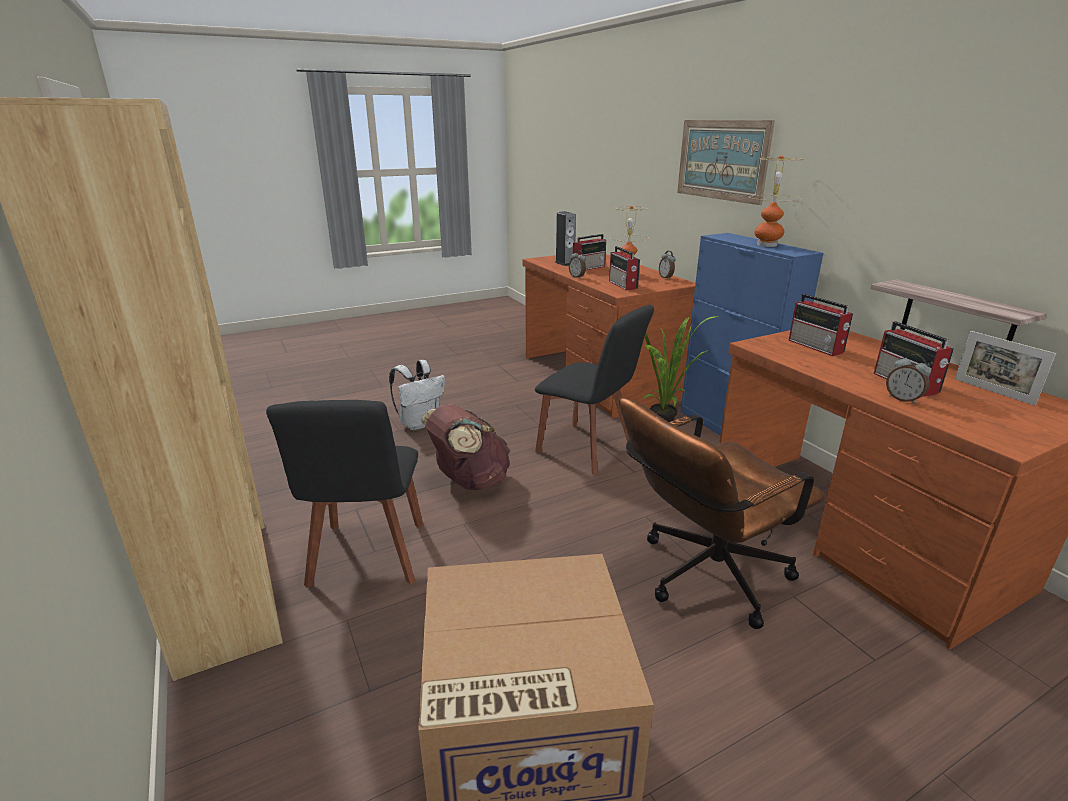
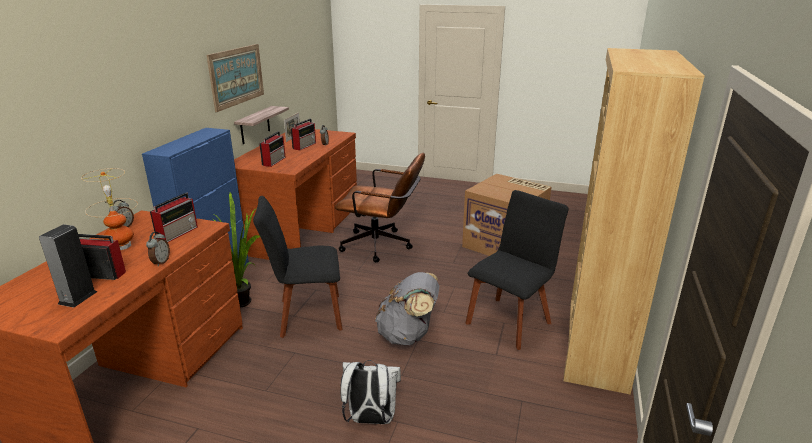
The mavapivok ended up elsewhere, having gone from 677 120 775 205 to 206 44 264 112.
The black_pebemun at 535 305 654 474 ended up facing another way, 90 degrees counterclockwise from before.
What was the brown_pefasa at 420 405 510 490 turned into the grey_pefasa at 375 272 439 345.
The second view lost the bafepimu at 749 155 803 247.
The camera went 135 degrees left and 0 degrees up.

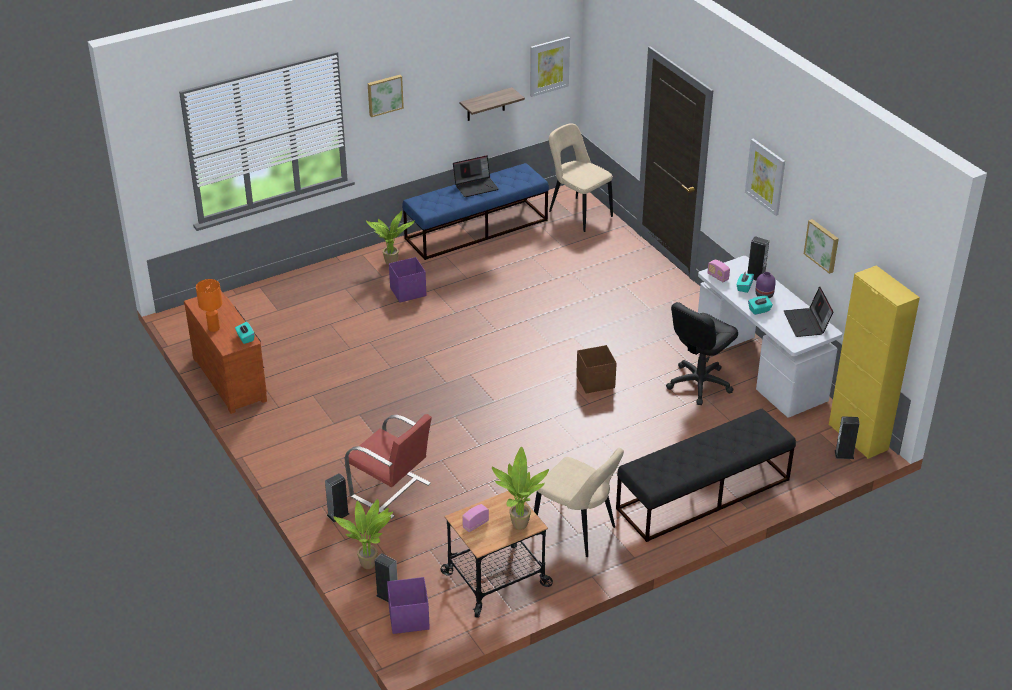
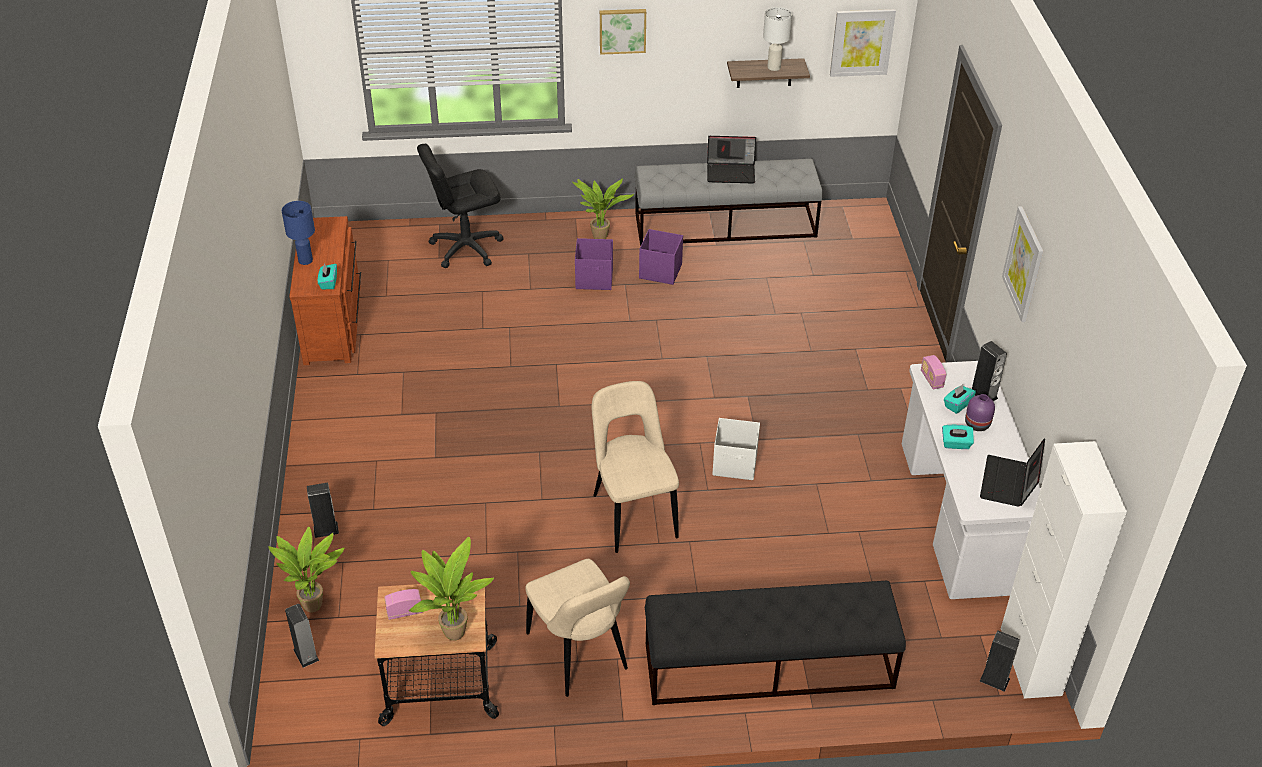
What was the orange_bafepimu at 196 279 222 332 turned into the blue_bafepimu at 282 201 315 265.
The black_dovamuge ended up elsewhere, having gone from 666 302 738 405 to 417 144 504 268.
The beige_pebemun ended up elsewhere, having gone from 549 123 613 232 to 592 381 679 553.
What was the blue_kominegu at 402 163 549 260 turned into the grey_kominegu at 634 159 823 246.
The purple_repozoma ended up elsewhere, having gone from 387 577 430 634 to 639 229 683 285.
What was the brown_repozoma at 576 345 617 393 turned into the white_repozoma at 712 418 760 480.
The second view gained the white_bafepimu at 763 7 792 71.
What was the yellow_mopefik at 829 265 920 459 turned into the white_mopefik at 1001 441 1127 699.
The second view lost the red_pebemun at 345 414 432 519.
The second view lost the mavapivok at 804 219 839 274.
The camera went 25 degrees right and 5 degrees up.

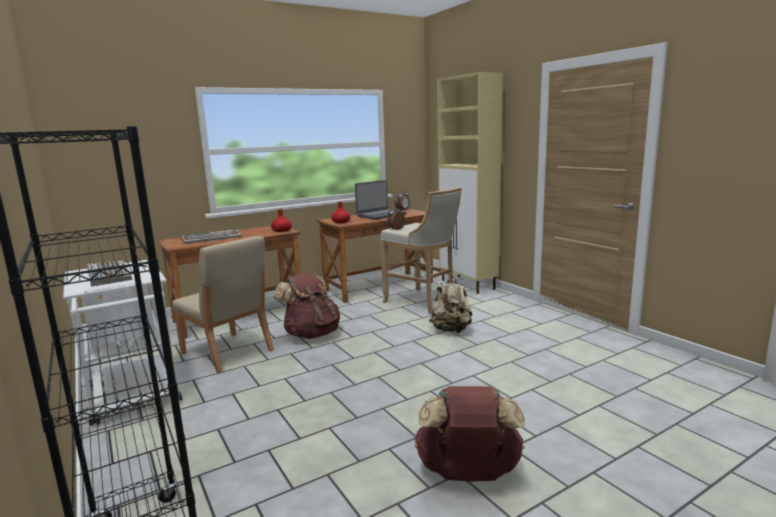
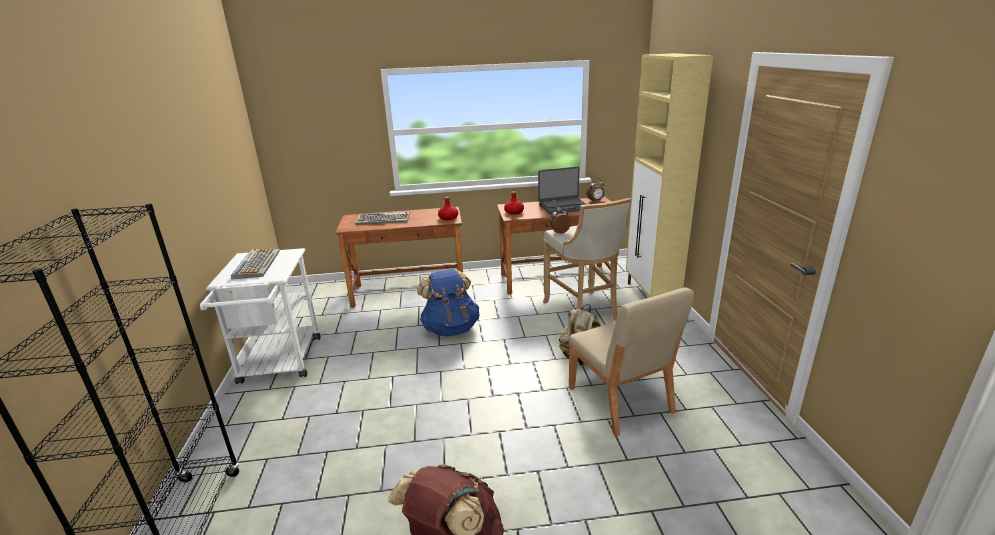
What was the brown_pefasa at 274 272 340 339 turned into the blue_pefasa at 417 269 479 337.
The beige_pebemun ended up elsewhere, having gone from 172 236 274 373 to 569 287 694 436.
The camera went 25 degrees right and 10 degrees up.

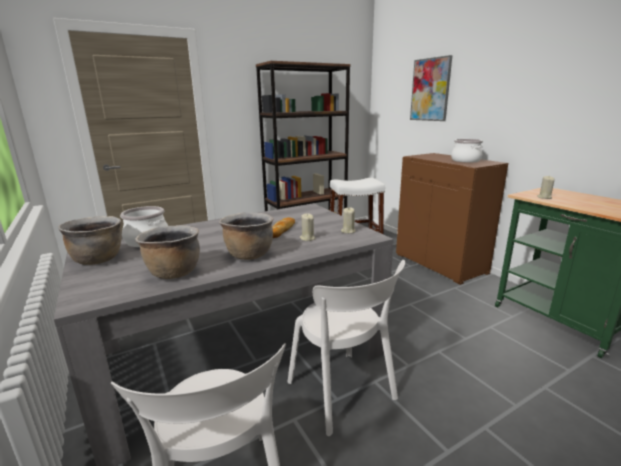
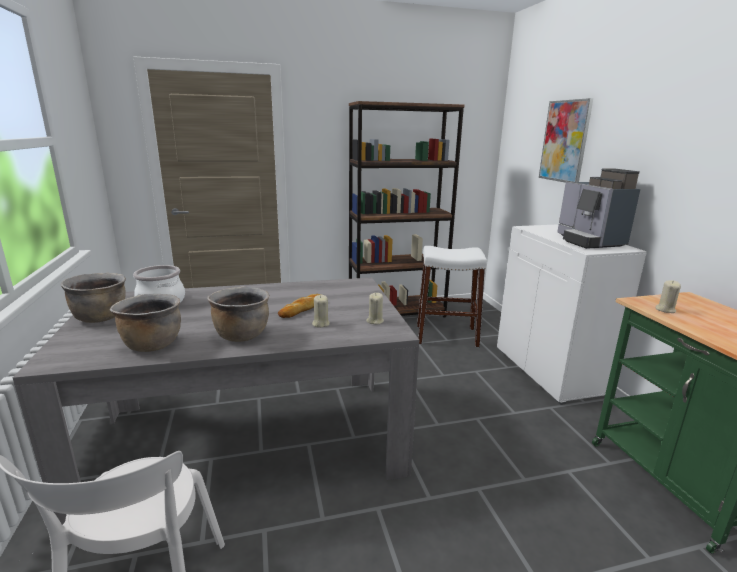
What was the brown_mopefik at 396 153 508 285 turned into the white_mopefik at 497 224 647 405.
Where the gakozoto stood at 451 139 483 163, the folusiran came to stand at 557 168 640 249.
The second view lost the white_pebemun at 287 260 405 436.
The camera went 15 degrees right and 0 degrees up.

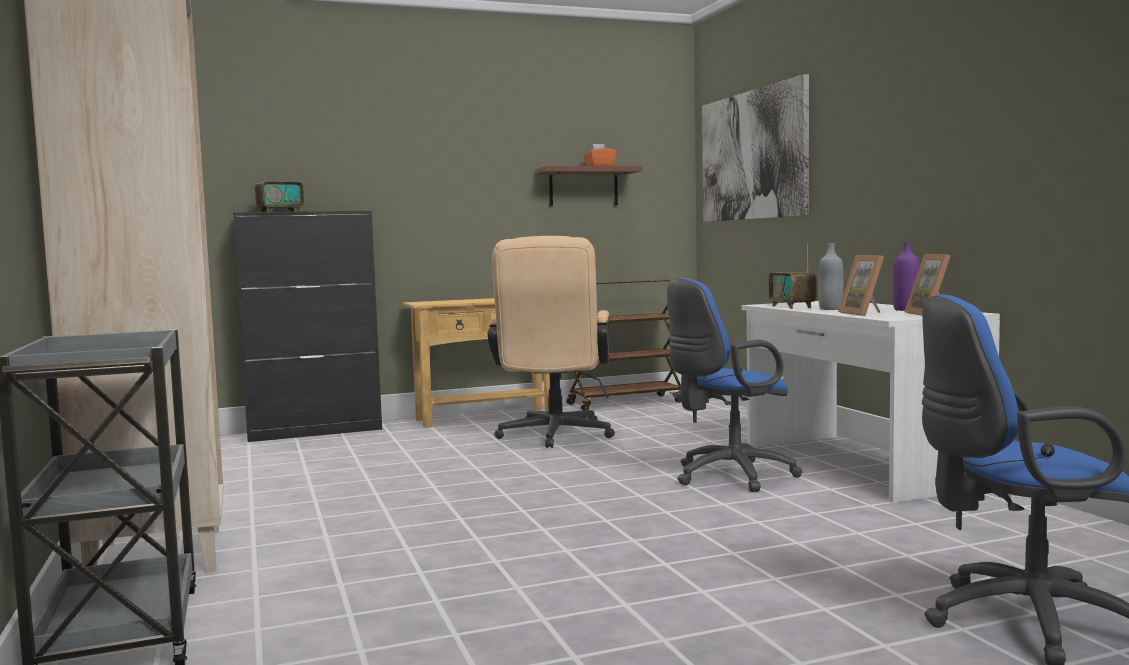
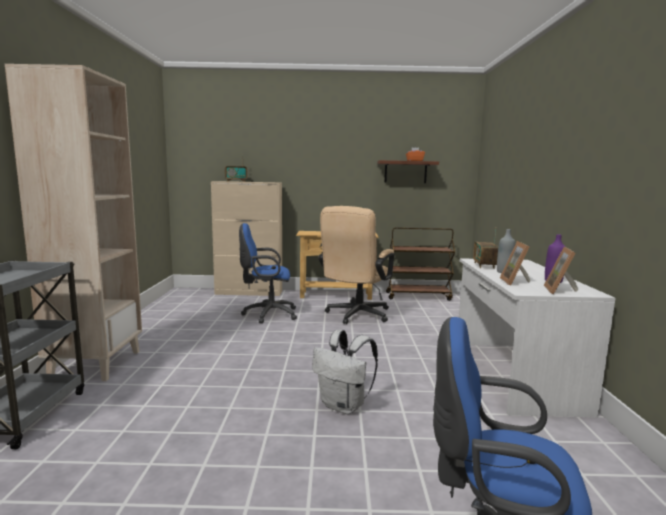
What was the black_mopefik at 233 211 382 442 turned into the beige_mopefik at 211 181 282 296.
The blue_dovamuge ended up elsewhere, having gone from 667 278 802 492 to 239 223 297 324.
The second view gained the white_pefasa at 312 330 378 414.
The second view lost the mavapivok at 702 74 809 222.
The camera went 20 degrees right and 5 degrees up.

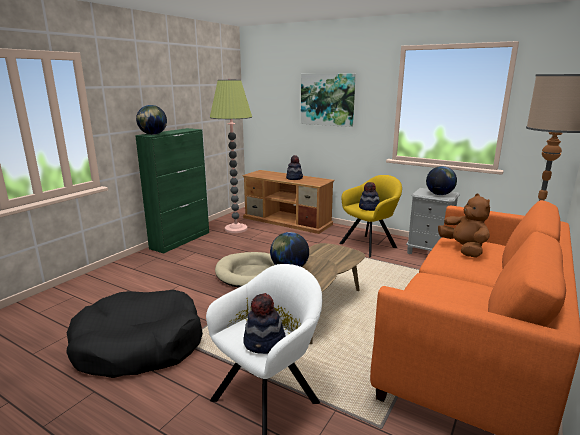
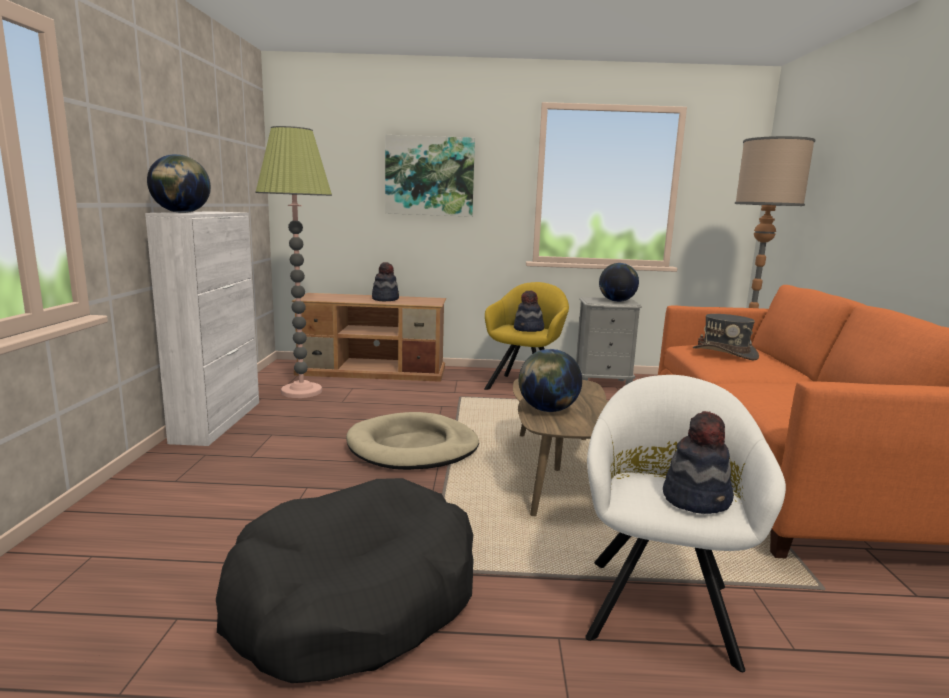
What was the green_mopefik at 135 128 209 254 turned into the white_mopefik at 145 211 259 446.
Where the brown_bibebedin stood at 438 194 490 258, the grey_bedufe came to stand at 693 314 759 360.
The camera went 30 degrees left and 5 degrees down.

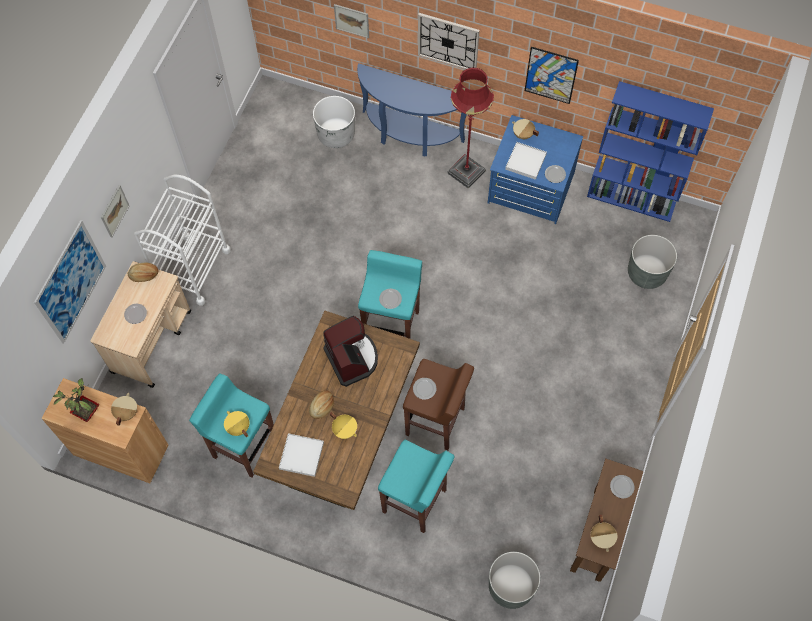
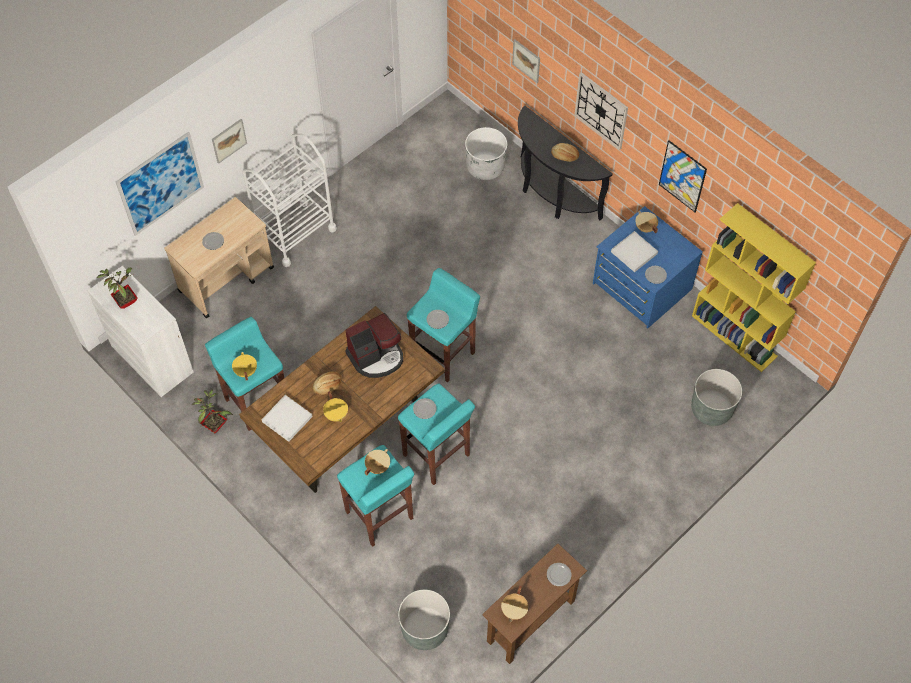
What was the brown_mopefik at 41 378 169 483 turned into the white_mopefik at 88 266 194 397.
The second view gained the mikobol at 192 390 233 433.
The folusiran at 323 316 378 387 ended up facing another way, 60 degrees clockwise from before.
The beige_gakozoto ended up elsewhere, having gone from 111 393 137 426 to 365 449 390 475.
What was the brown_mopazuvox at 403 359 474 451 turned into the turquoise_mopazuvox at 398 384 475 485.
What was the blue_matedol at 357 63 467 156 turned into the black_matedol at 518 106 613 220.
The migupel ended up elsewhere, having gone from 128 263 159 282 to 551 143 579 162.
What was the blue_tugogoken at 587 81 714 222 turned into the yellow_tugogoken at 692 203 816 372.
The second view lost the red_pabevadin at 447 67 494 189.
The camera went 25 degrees right and 5 degrees down.

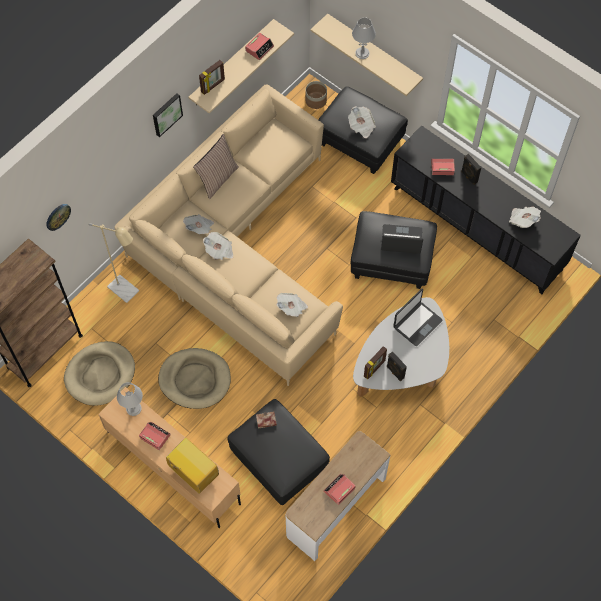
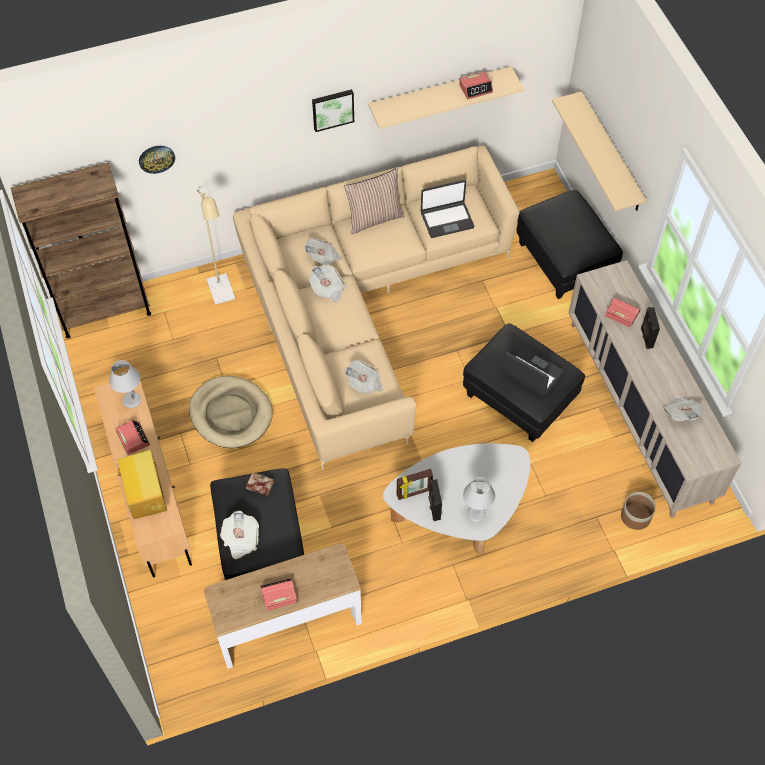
The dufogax ended up elsewhere, having gone from 348 106 376 138 to 220 511 259 559.
The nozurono ended up elsewhere, having gone from 393 289 442 346 to 421 180 474 238.
The grey_bafepimu ended up elsewhere, having gone from 352 17 376 59 to 463 477 495 523.
What was the black_mopefik at 391 126 581 294 turned into the beige_mopefik at 568 260 741 518.
The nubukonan ended up elsewhere, having gone from 305 81 327 109 to 621 492 656 530.
The second view lost the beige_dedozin at 64 341 135 406.
The second view lost the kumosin at 199 60 225 95.
The camera went 30 degrees right and 5 degrees down.

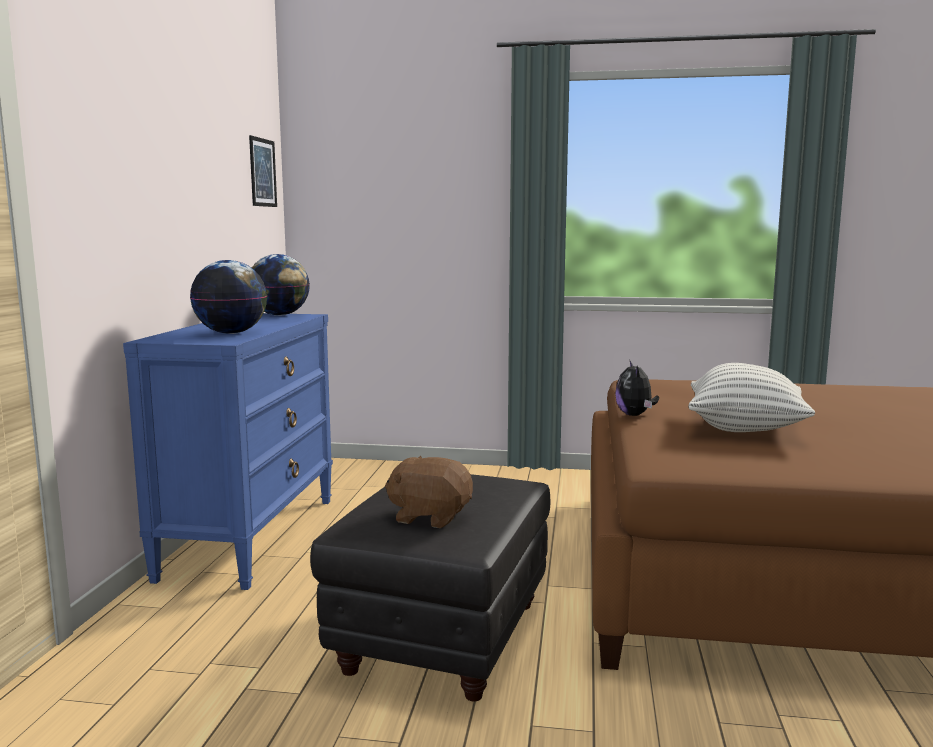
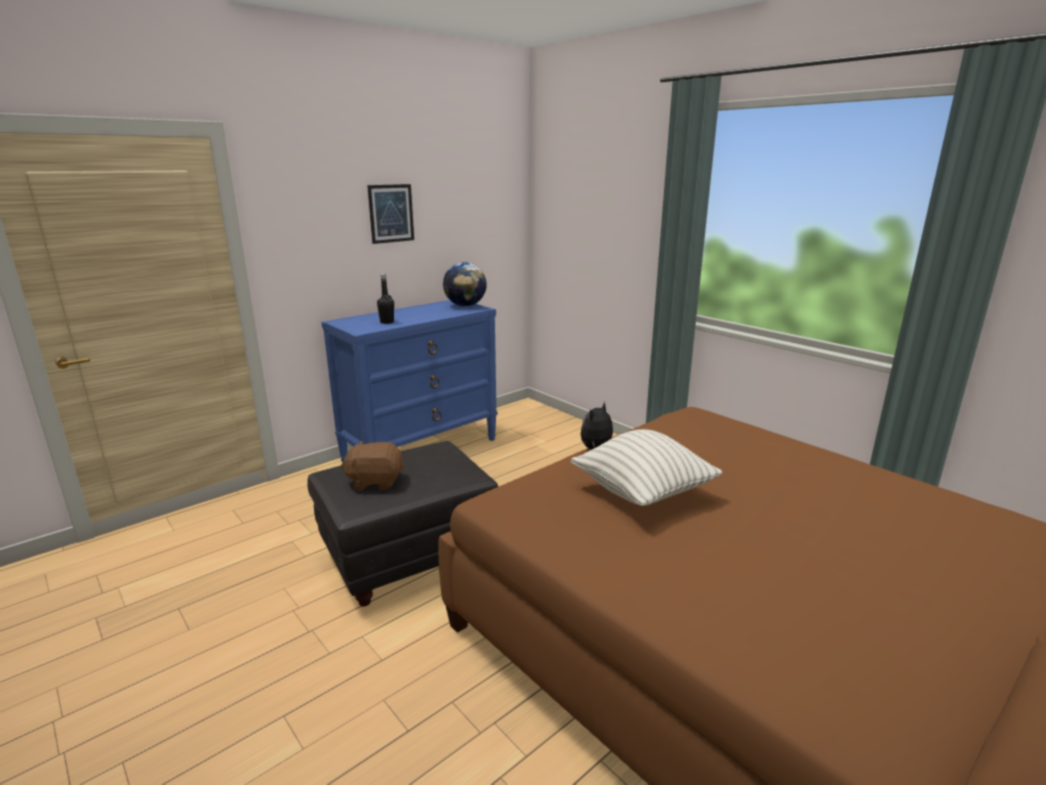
The brown_bibebedin at 385 456 473 528 ended up facing another way, 60 degrees counterclockwise from before.
The mavapivok ended up elsewhere, having gone from 249 135 277 207 to 367 184 414 244.
Where the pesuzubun stood at 190 260 267 334, the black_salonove came to stand at 377 274 394 324.
The camera went 40 degrees right and 10 degrees up.

